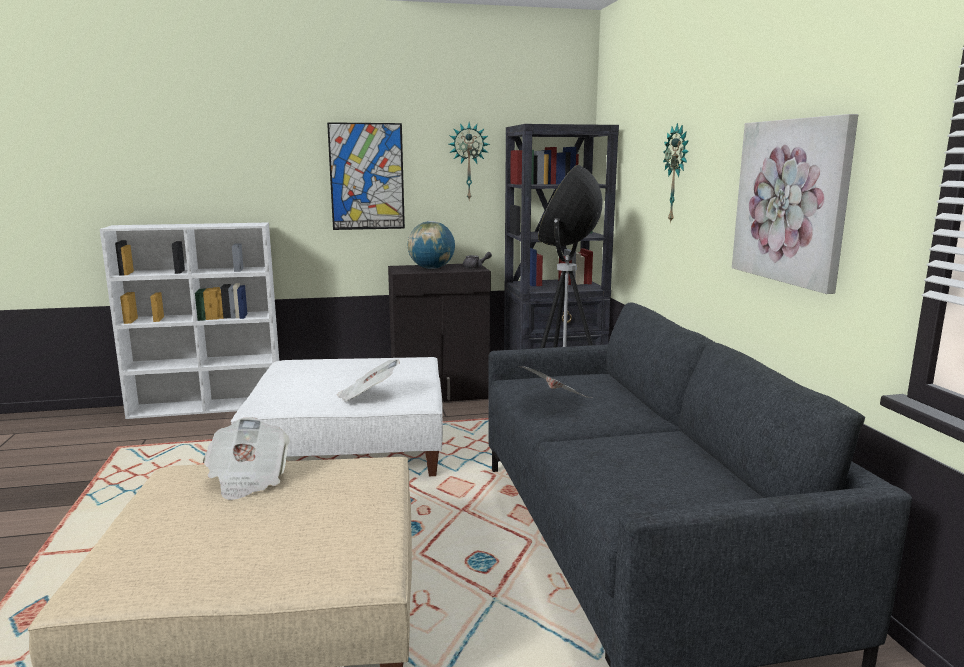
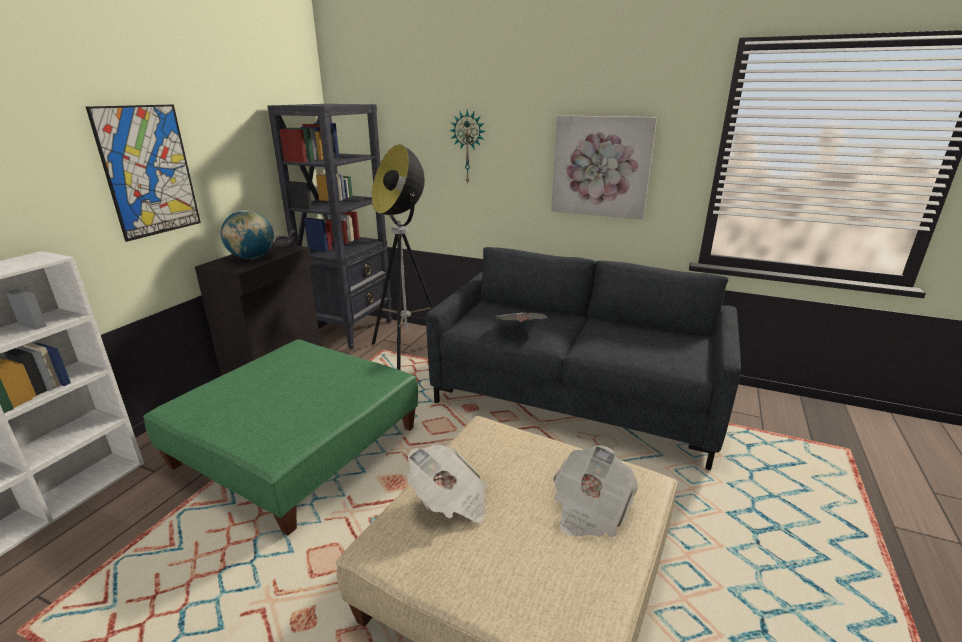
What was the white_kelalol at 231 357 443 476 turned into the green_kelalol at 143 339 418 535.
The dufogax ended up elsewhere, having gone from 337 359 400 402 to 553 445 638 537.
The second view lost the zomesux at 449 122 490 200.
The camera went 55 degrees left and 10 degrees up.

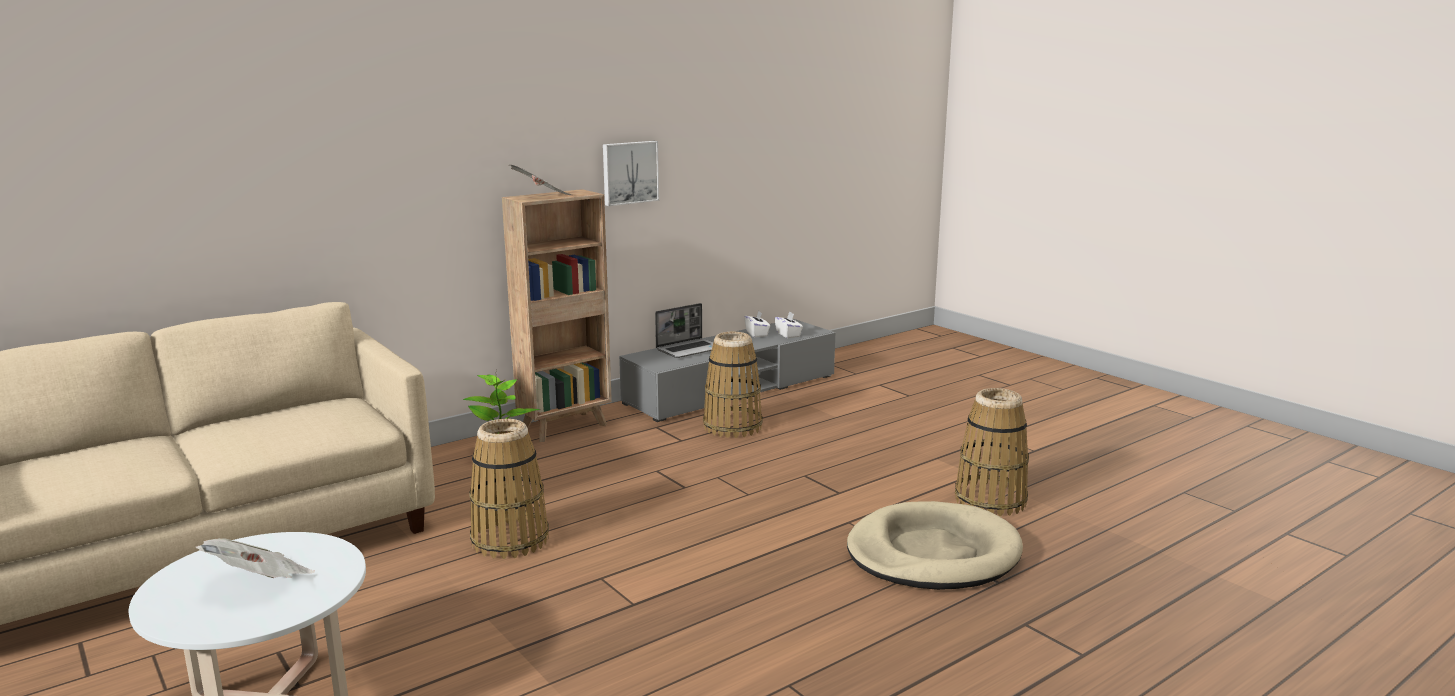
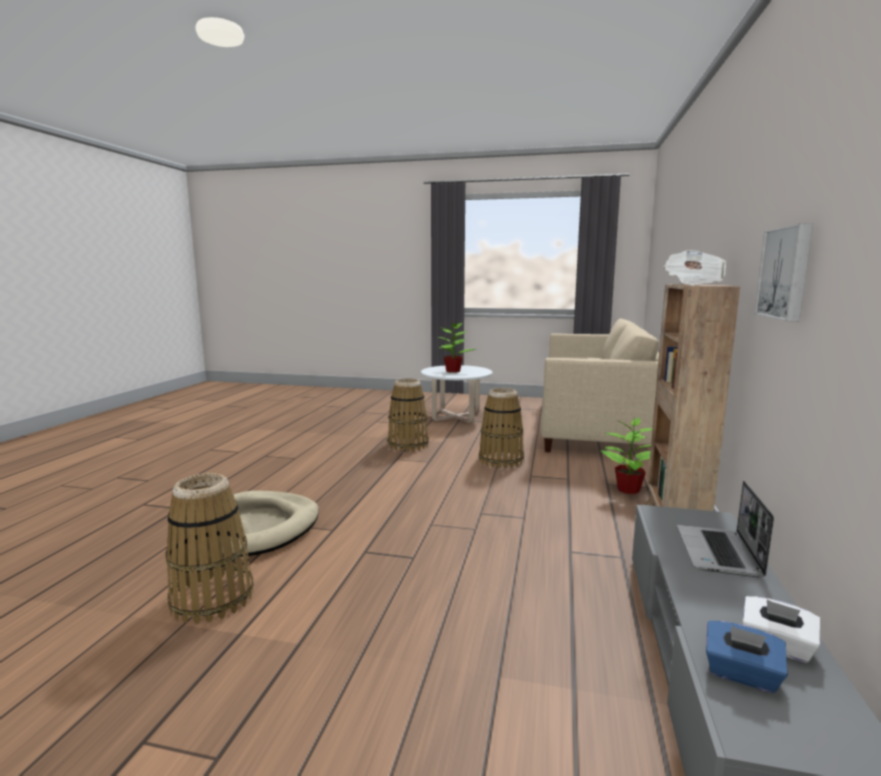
The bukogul ended up elsewhere, having gone from 703 331 763 438 to 387 379 429 452.
Where the dufogax stood at 196 538 315 578, the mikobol came to stand at 438 321 477 373.
What was the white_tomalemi at 775 311 803 338 turned into the blue_tomalemi at 706 621 788 693.
The camera went 140 degrees right and 5 degrees down.

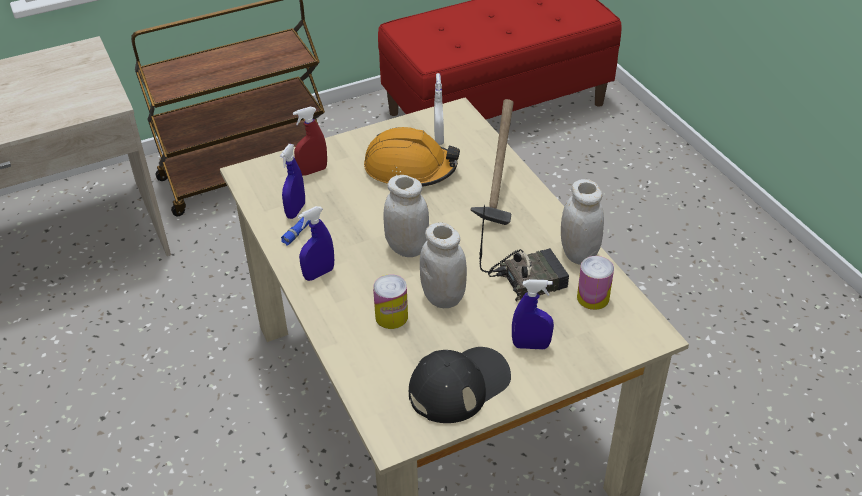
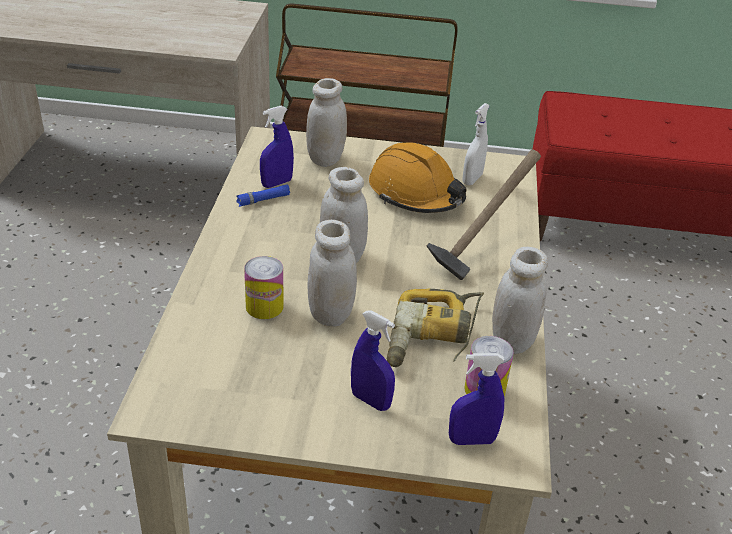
Where the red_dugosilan stood at 293 107 327 176, the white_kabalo came to stand at 306 78 347 167.
Where the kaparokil stood at 479 205 569 302, the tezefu came to stand at 387 289 484 367.
The blue_dugosilan ended up elsewhere, having gone from 298 206 334 281 to 449 353 504 445.
The second view lost the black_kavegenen at 409 347 511 423.
The camera went 30 degrees right and 5 degrees down.

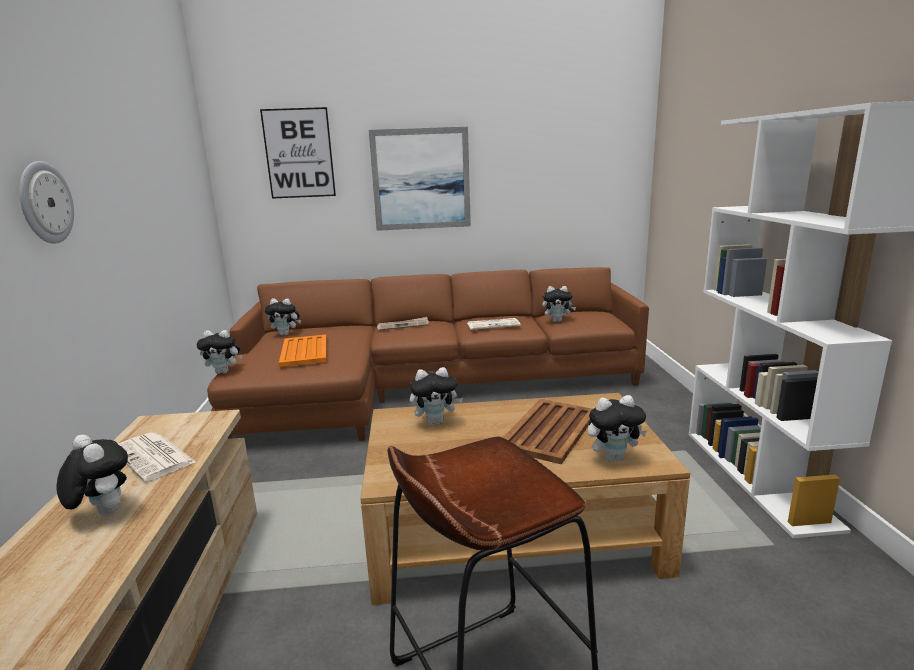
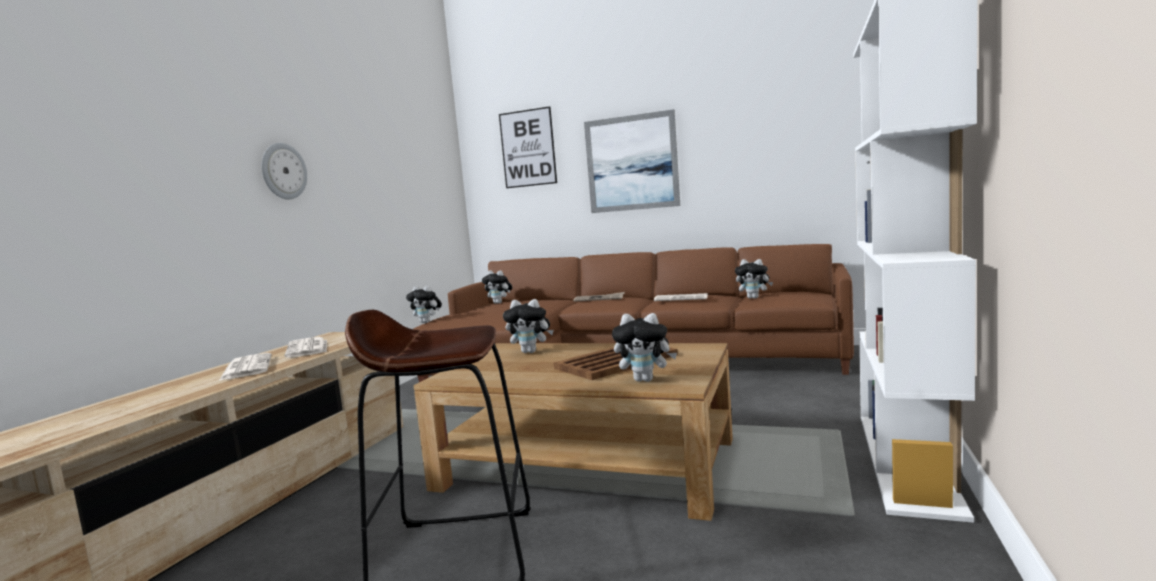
Where the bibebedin stood at 57 434 128 516, the dufogax came to stand at 219 353 272 381.
The second view lost the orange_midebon at 279 335 327 367.
The camera went 25 degrees right and 10 degrees down.

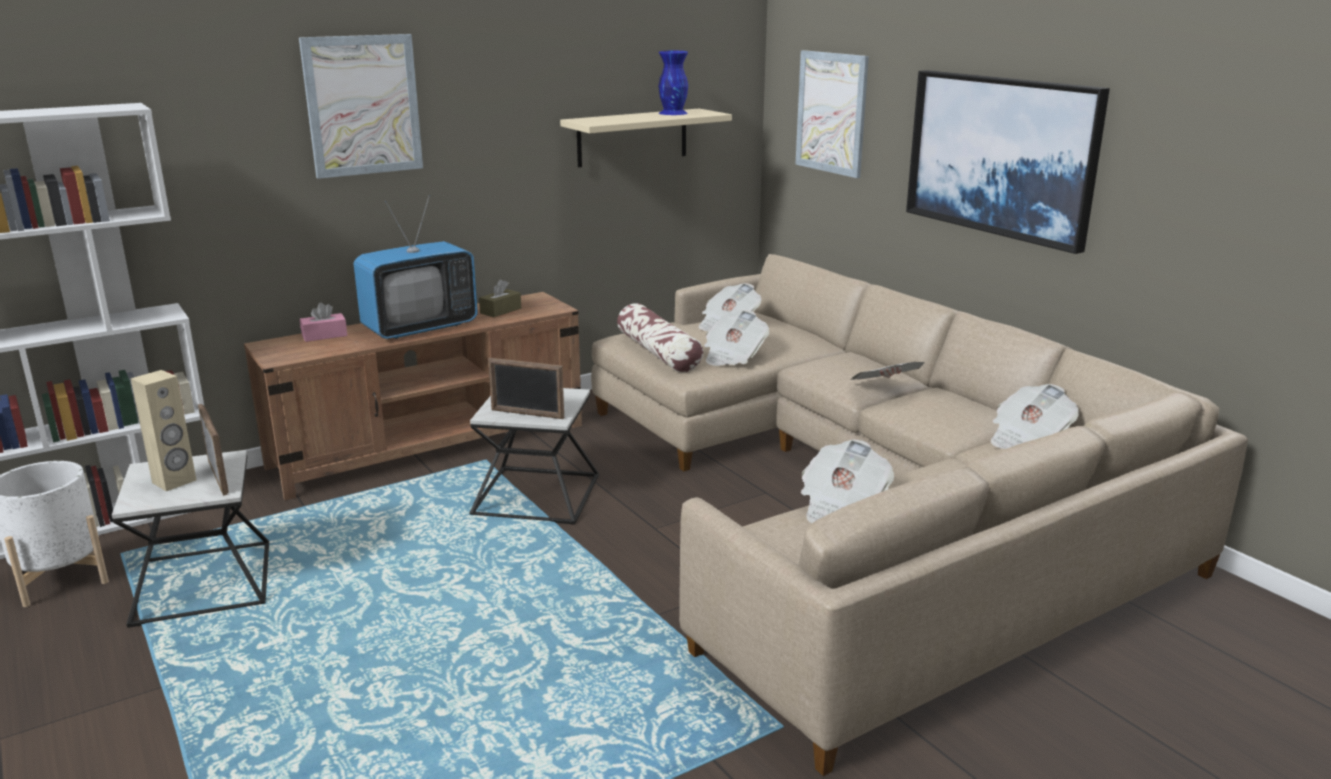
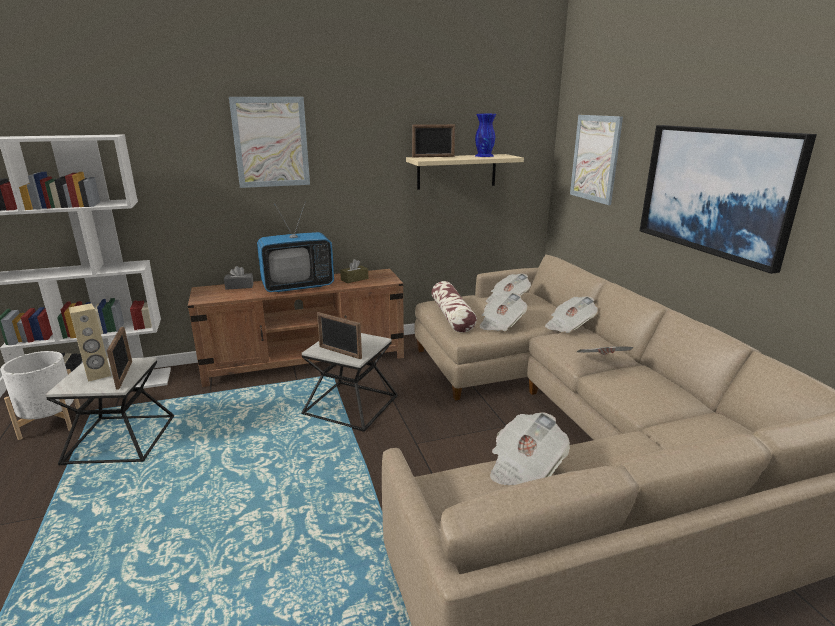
What was the pink_tomalemi at 300 302 347 342 turned into the grey_tomalemi at 224 266 254 290.
The second view gained the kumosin at 412 124 455 158.
The dufogax ended up elsewhere, having gone from 990 384 1079 449 to 545 296 598 333.
The camera went 15 degrees right and 0 degrees up.

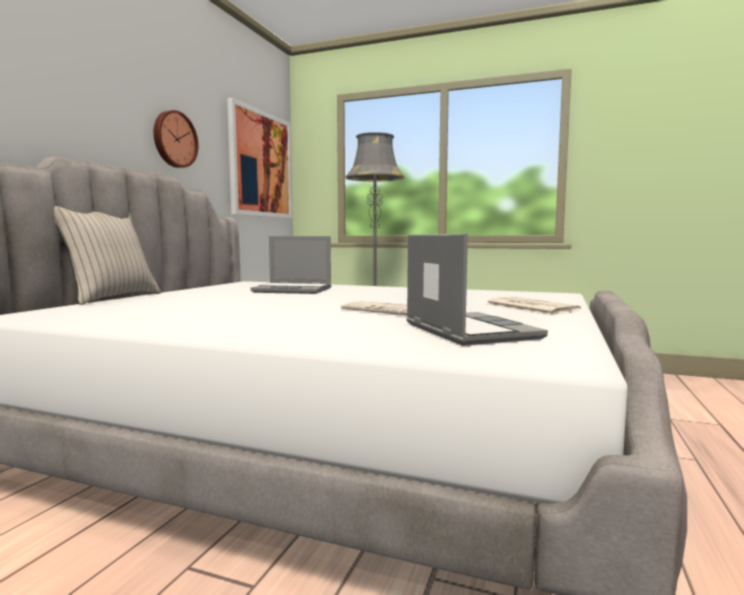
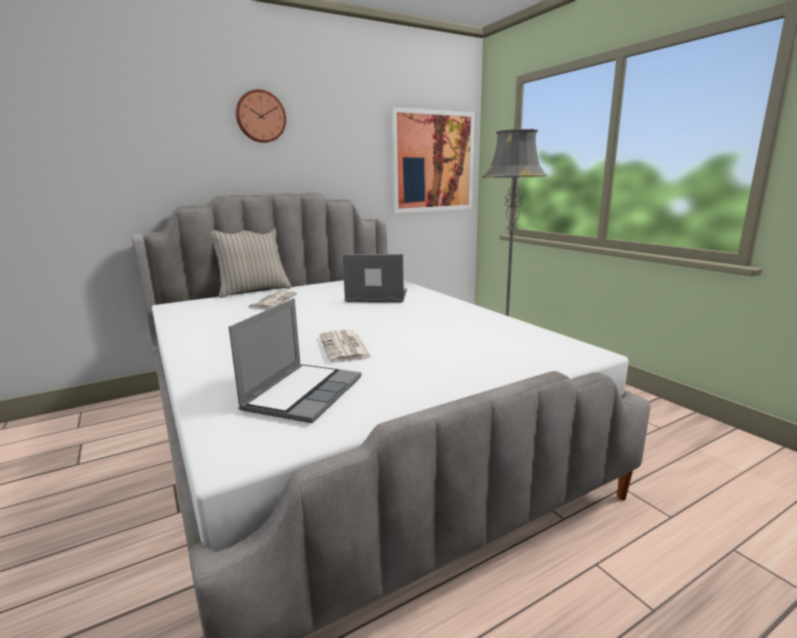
The zomesux ended up elsewhere, having gone from 154 110 198 168 to 236 89 286 143.
The dufogax ended up elsewhere, having gone from 486 297 581 315 to 248 291 297 309.
The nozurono at 251 236 331 294 ended up facing another way, 135 degrees clockwise from before.
The camera went 40 degrees right and 10 degrees up.

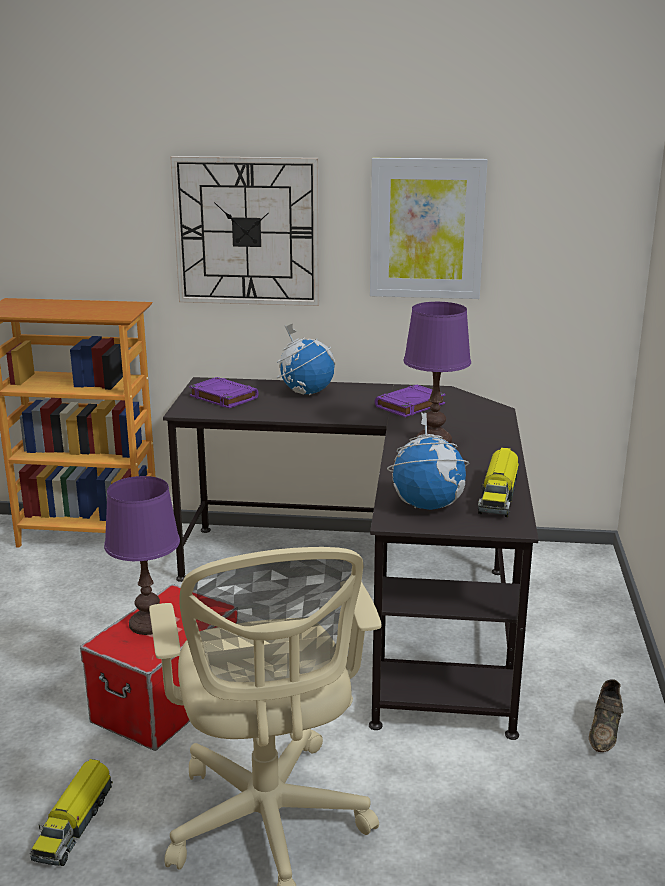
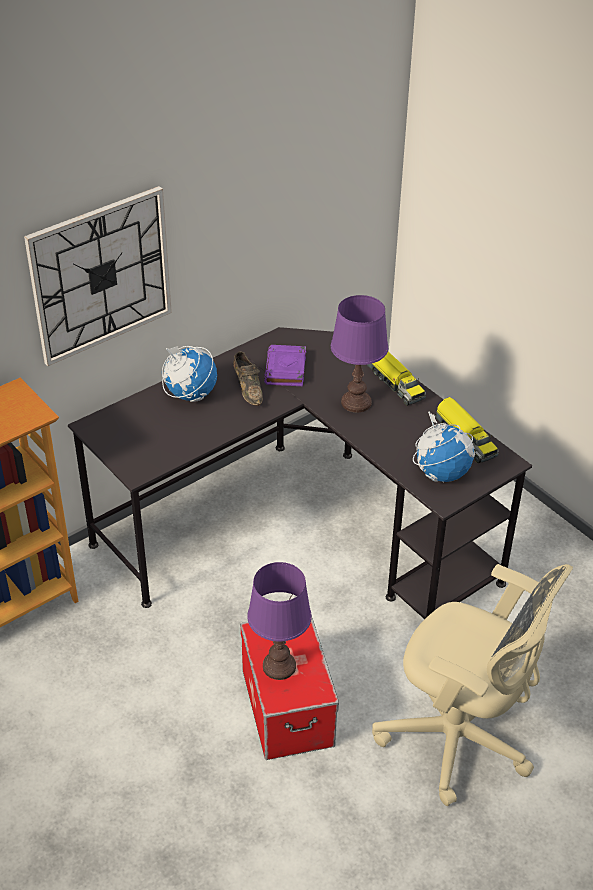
The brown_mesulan ended up elsewhere, having gone from 589 679 624 752 to 233 351 263 406.
The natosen ended up elsewhere, having gone from 30 759 113 866 to 367 351 426 406.
The second view lost the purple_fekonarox at 189 377 259 408.
The second view lost the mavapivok at 370 158 488 299.
The camera went 45 degrees left and 20 degrees up.

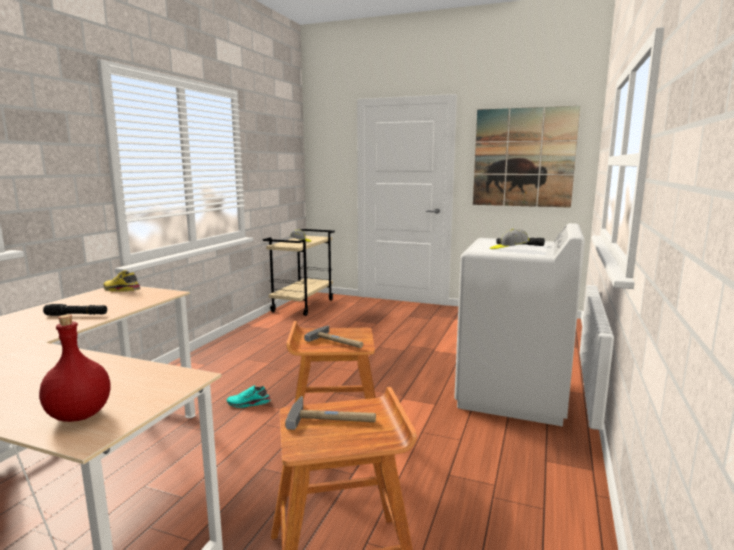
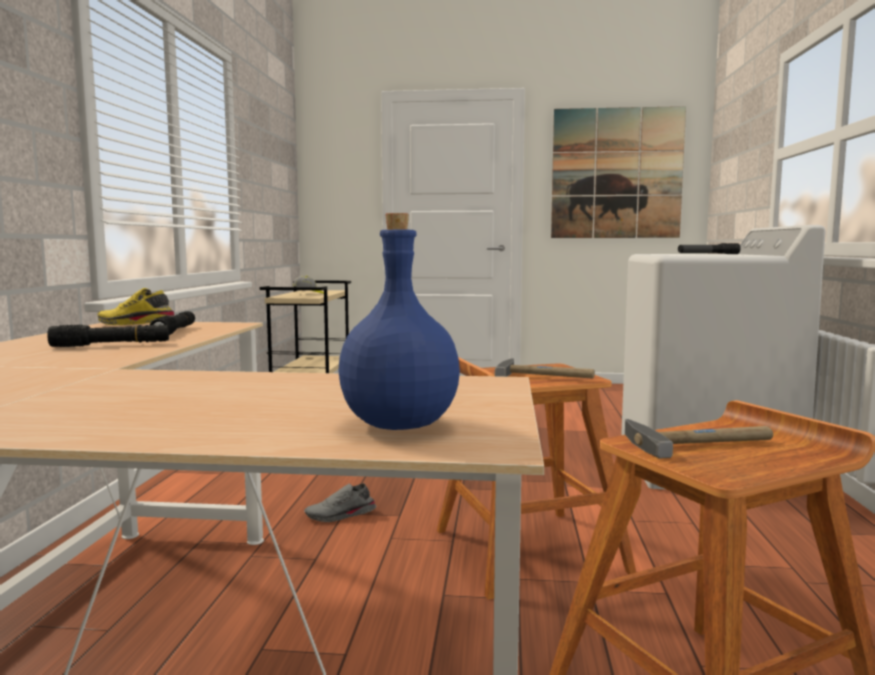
The second view gained the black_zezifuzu at 150 311 195 335.
What was the turquoise_mesulan at 226 385 271 408 turned into the grey_mesulan at 304 483 377 522.
What was the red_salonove at 39 314 110 422 turned into the blue_salonove at 338 213 460 430.
The second view lost the kavegenen at 490 229 529 249.
The camera went 15 degrees left and 5 degrees down.

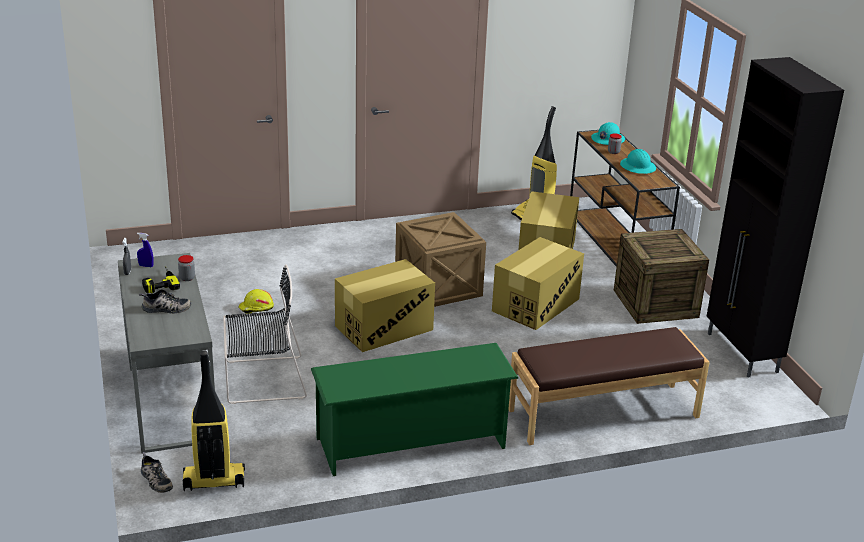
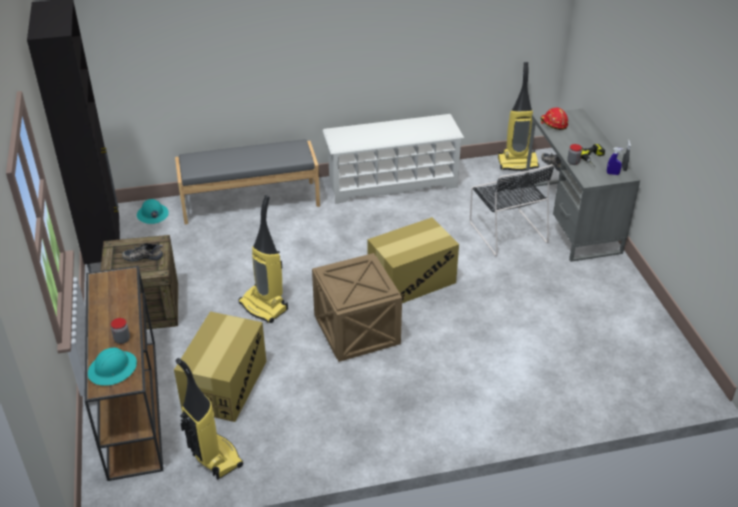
The mesulan ended up elsewhere, having gone from 139 289 191 313 to 122 243 163 262.
The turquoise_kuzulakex ended up elsewhere, having gone from 620 149 656 174 to 137 199 169 224.
What was the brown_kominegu at 508 327 710 445 turned into the grey_kominegu at 175 139 320 225.
Where the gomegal stood at 492 237 584 330, the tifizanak came to stand at 238 195 288 323.
What was the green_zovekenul at 311 343 518 476 turned into the white_zovekenul at 322 114 464 204.
The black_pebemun at 223 265 307 404 ended up facing another way, 105 degrees counterclockwise from before.
The second view gained the red_kuzulakex at 540 108 568 130.
The second view lost the yellow_kuzulakex at 238 289 274 314.
The camera went 175 degrees left and 10 degrees up.

